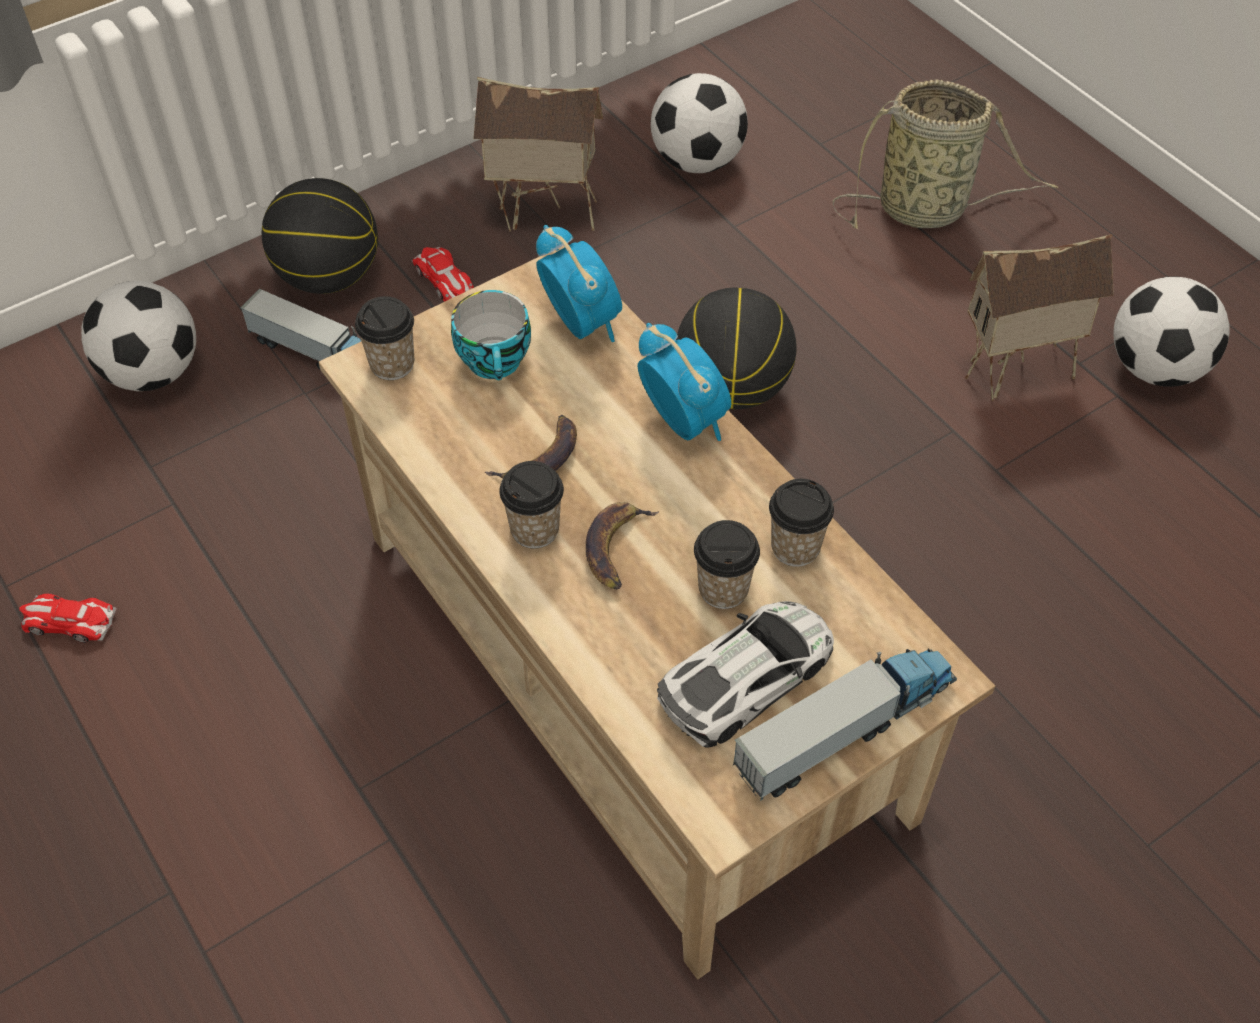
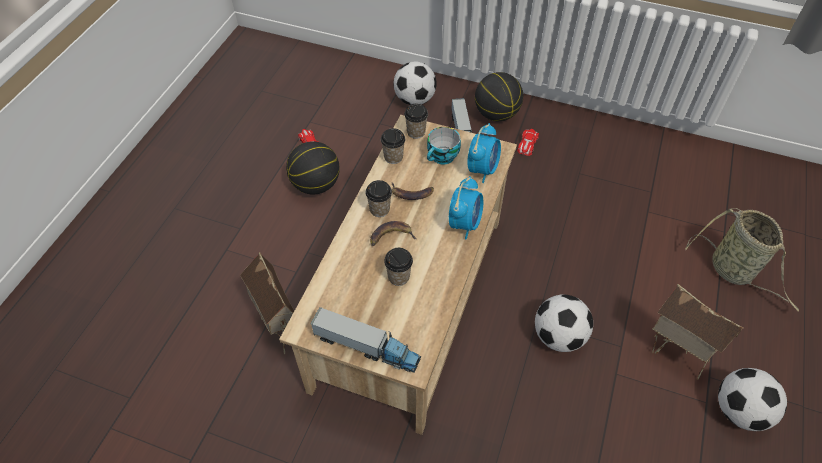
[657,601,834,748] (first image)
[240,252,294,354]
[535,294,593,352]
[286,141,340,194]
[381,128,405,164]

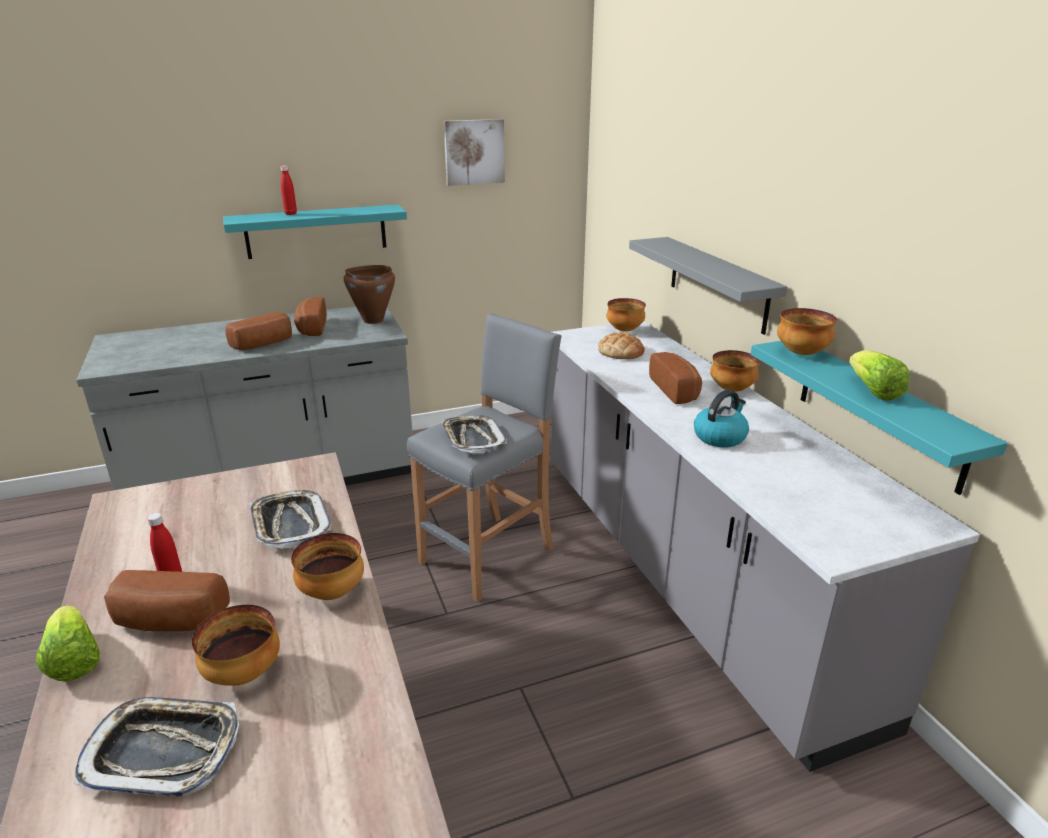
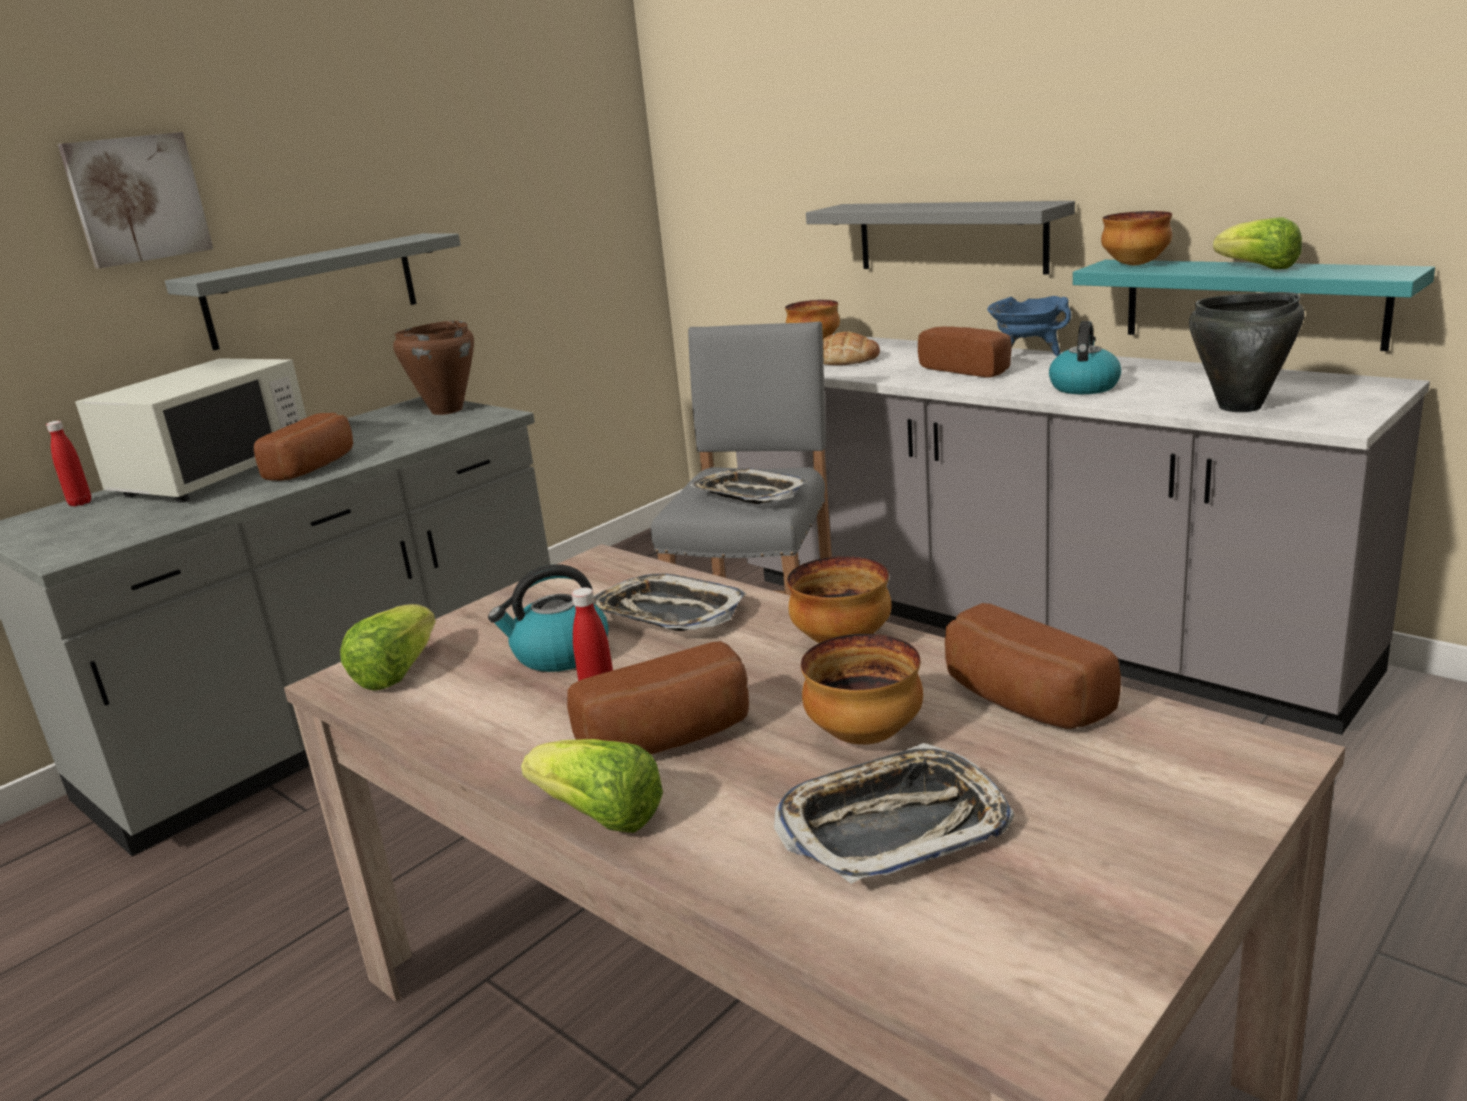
[75,358,307,503]
[340,604,436,691]
[488,564,609,672]
[1189,292,1305,412]
[46,421,91,507]
[945,603,1121,729]
[58,132,213,268]
[987,296,1071,356]
[165,233,461,350]

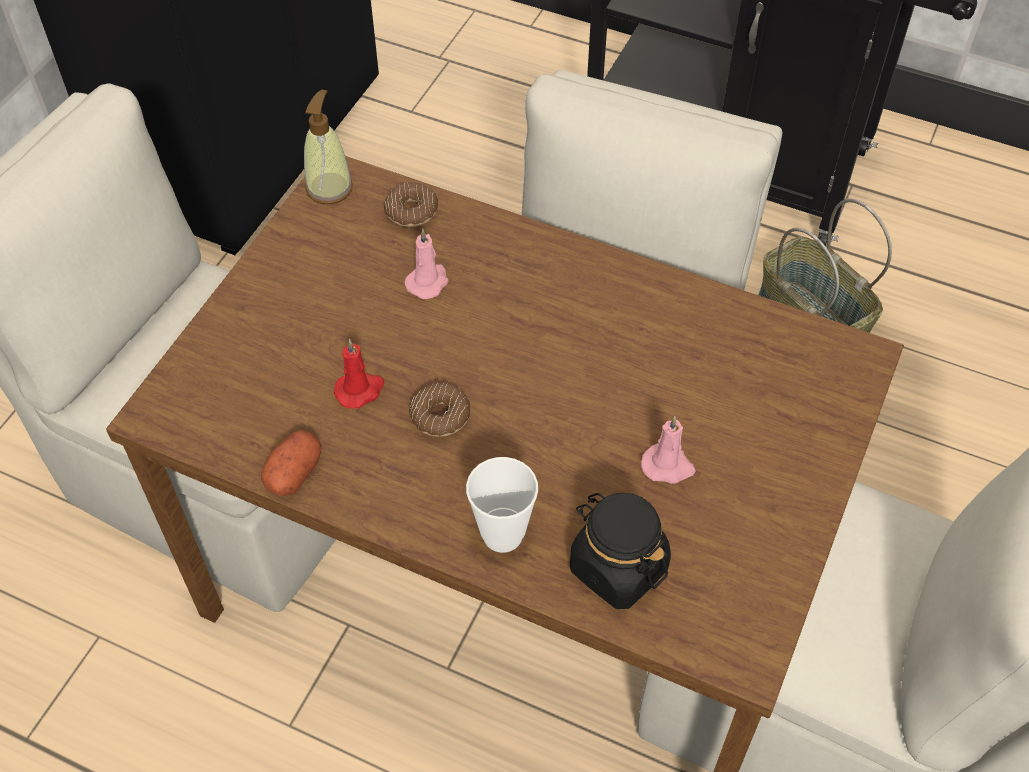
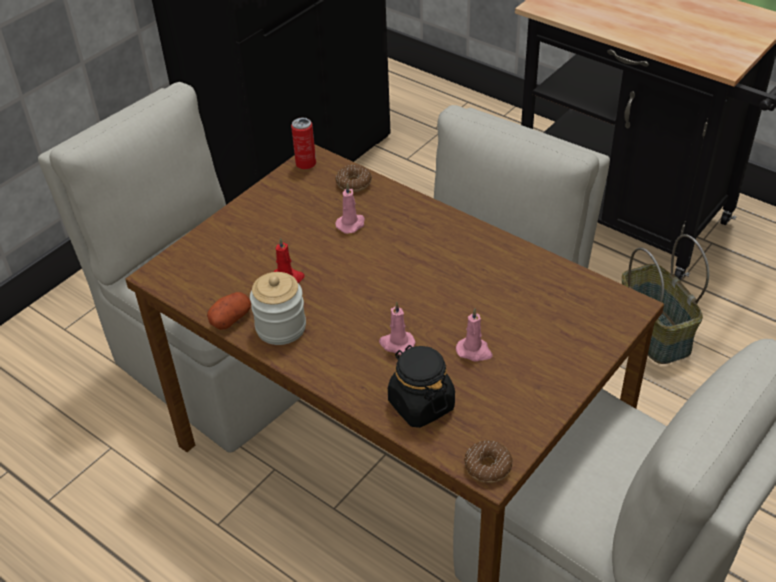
[466,457,538,553] (first image)
[250,272,306,345]
[379,301,416,355]
[464,440,513,483]
[291,118,316,169]

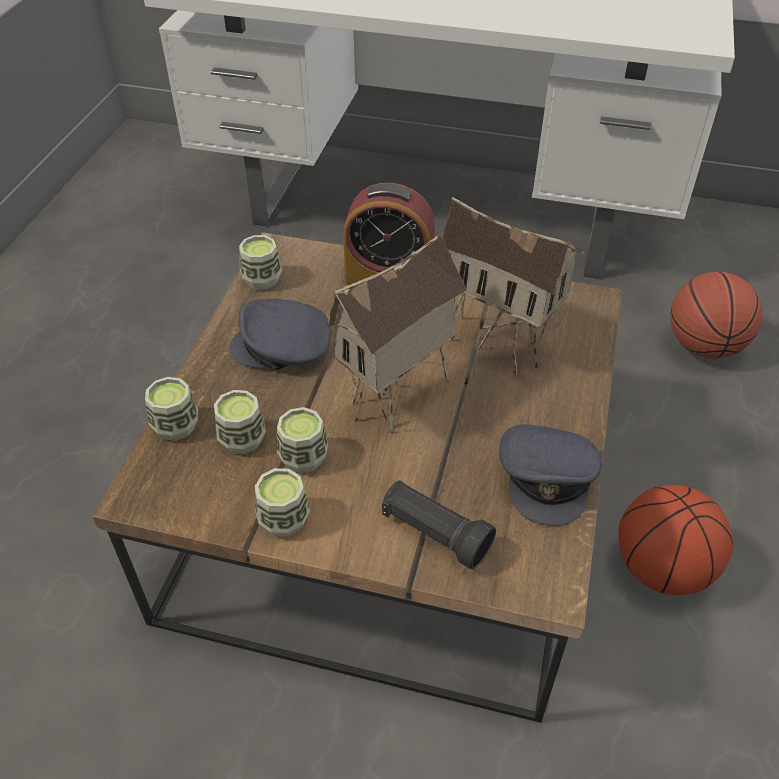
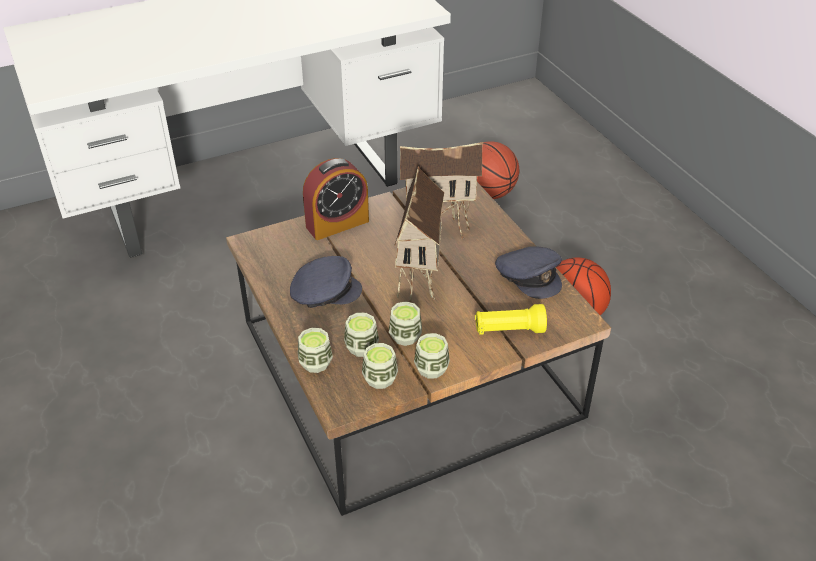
[362,343,398,389]
[475,304,547,335]
[290,256,362,308]

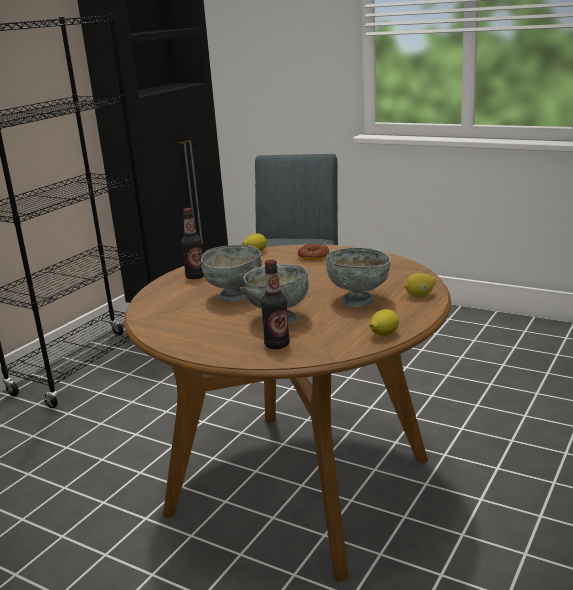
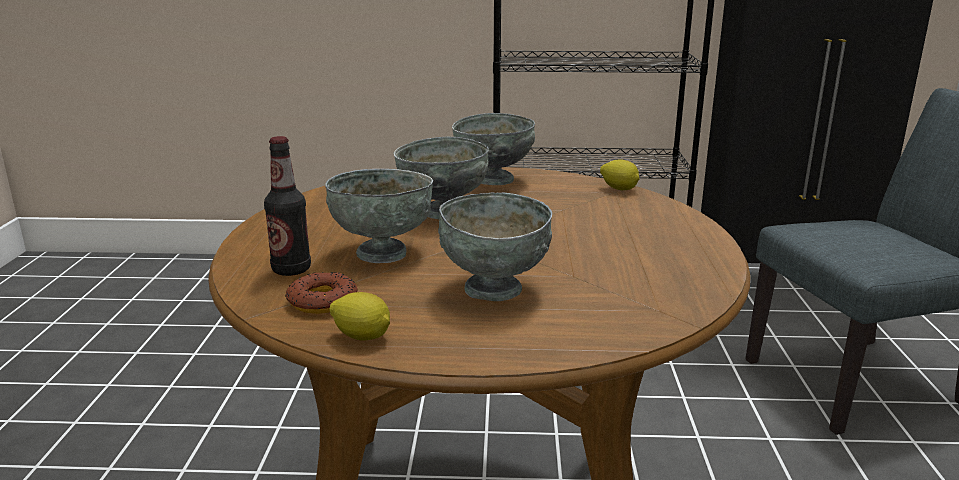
[404,273,436,297] (first image)
[285,272,357,314]
[452,113,535,185]

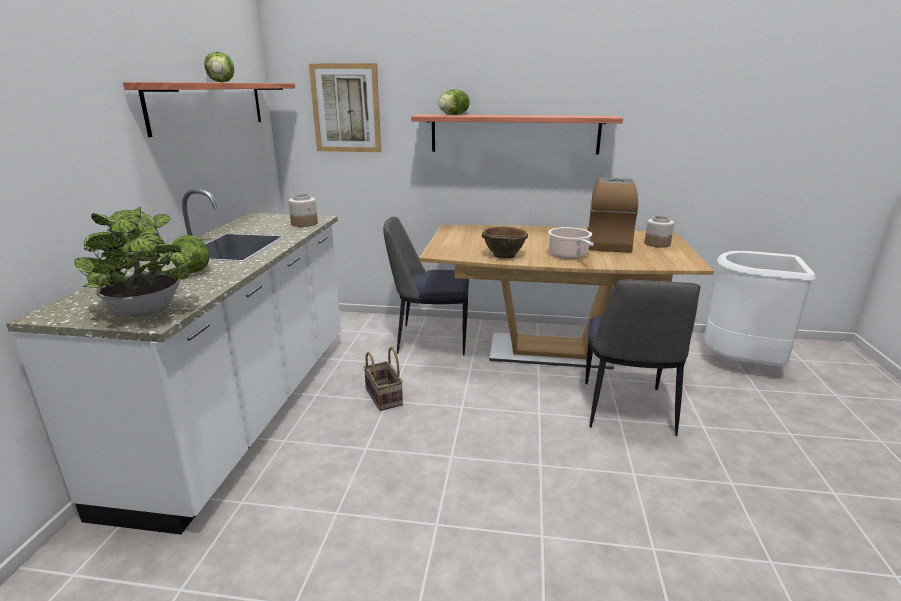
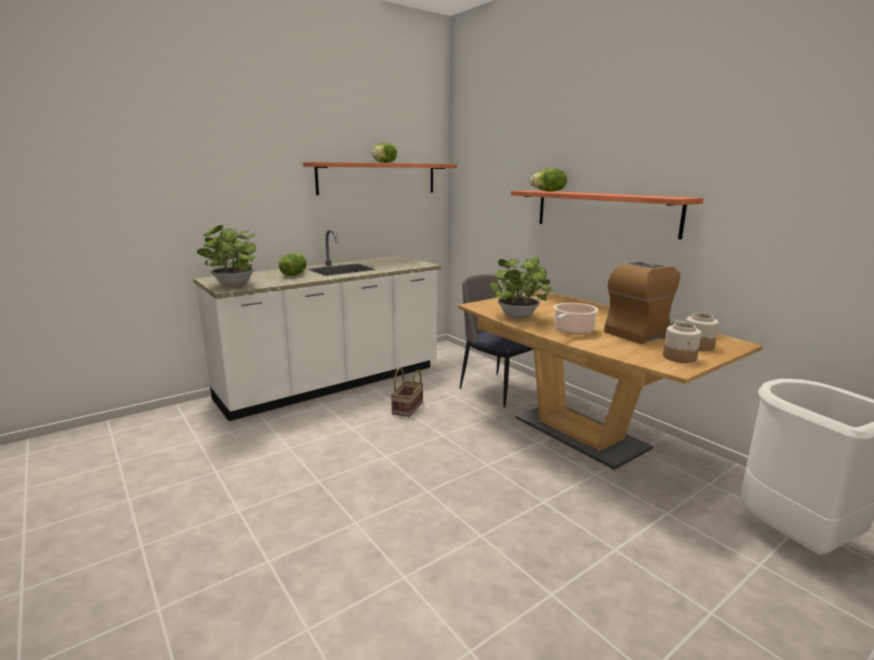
[309,63,381,152] (first image)
[585,280,700,436] (first image)
[663,322,701,363]
[490,257,554,319]

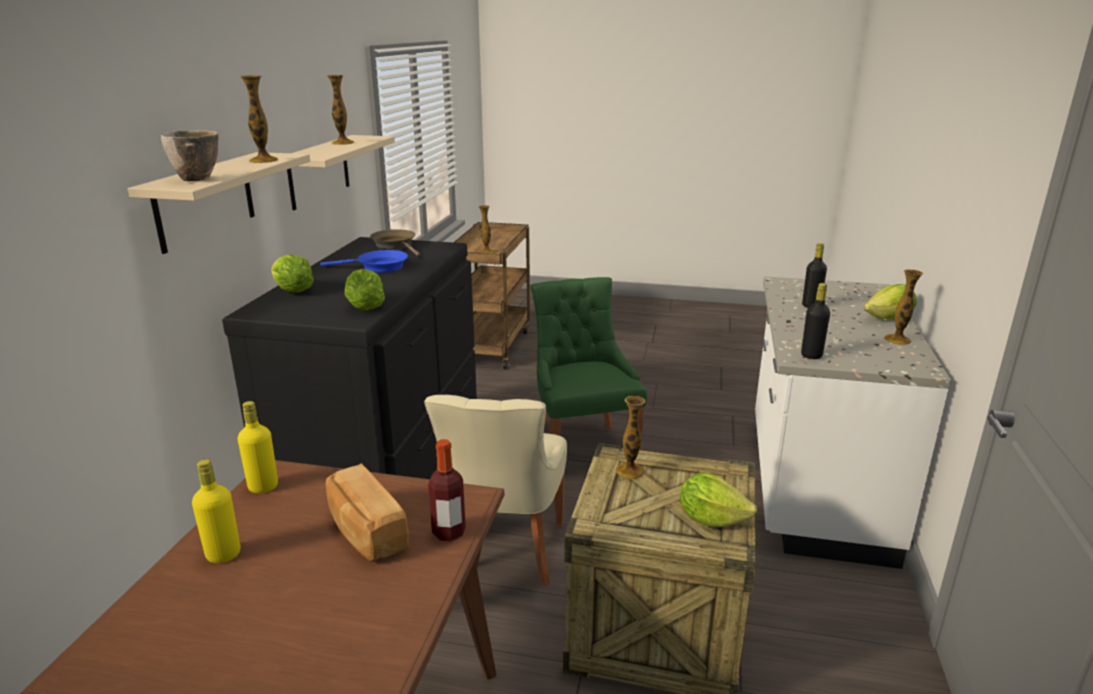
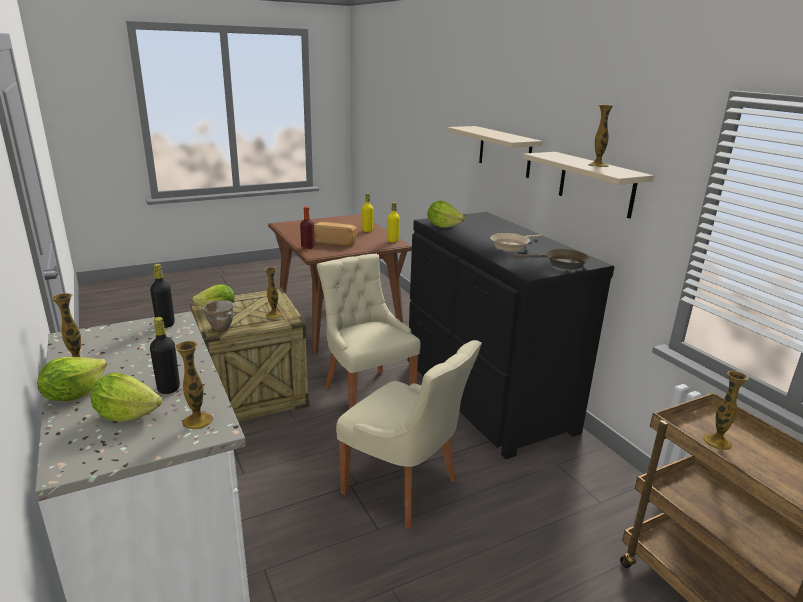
[203,300,233,331]
[175,341,214,430]
[90,372,162,422]
[491,233,541,251]
[336,340,482,529]

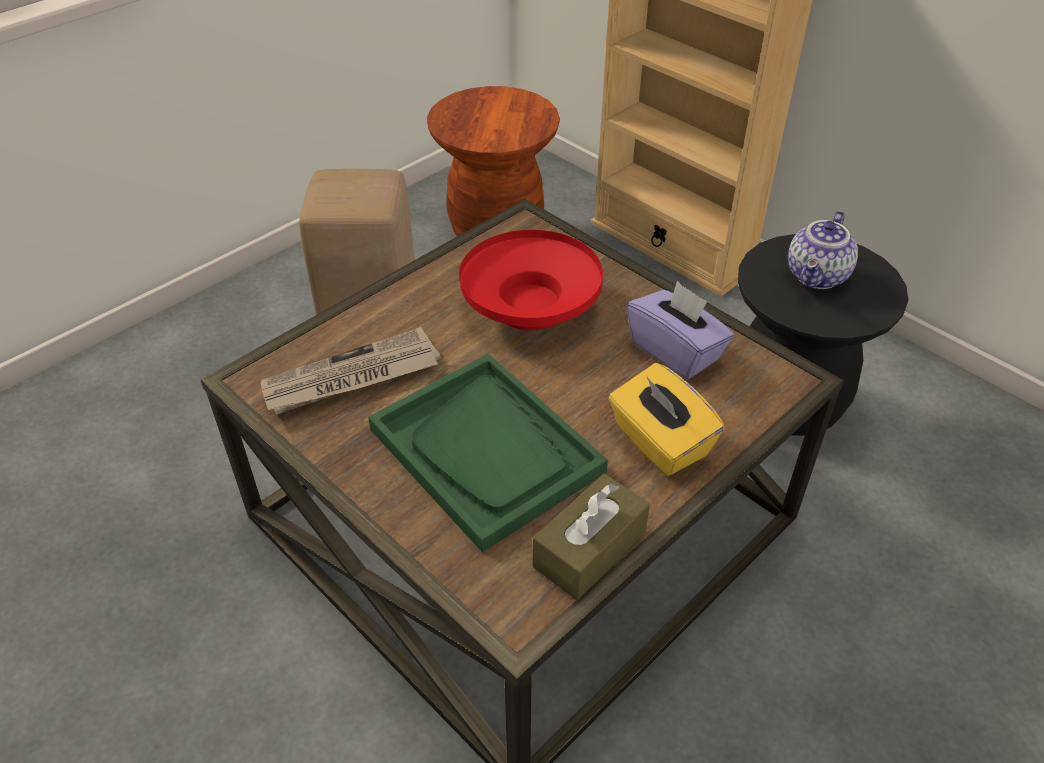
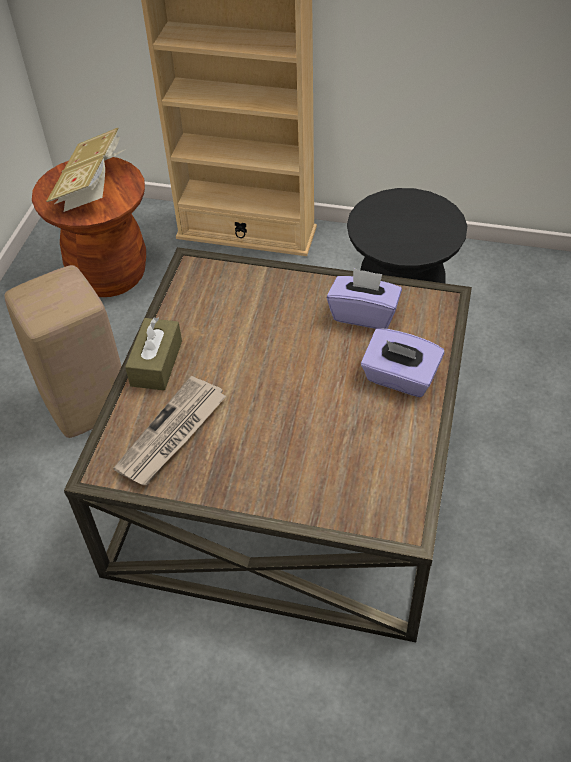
[368,353,608,552] (first image)
[459,230,603,330] (first image)
[788,210,858,289] (first image)
[46,128,124,212]
[125,317,182,391]
[361,328,444,397]

